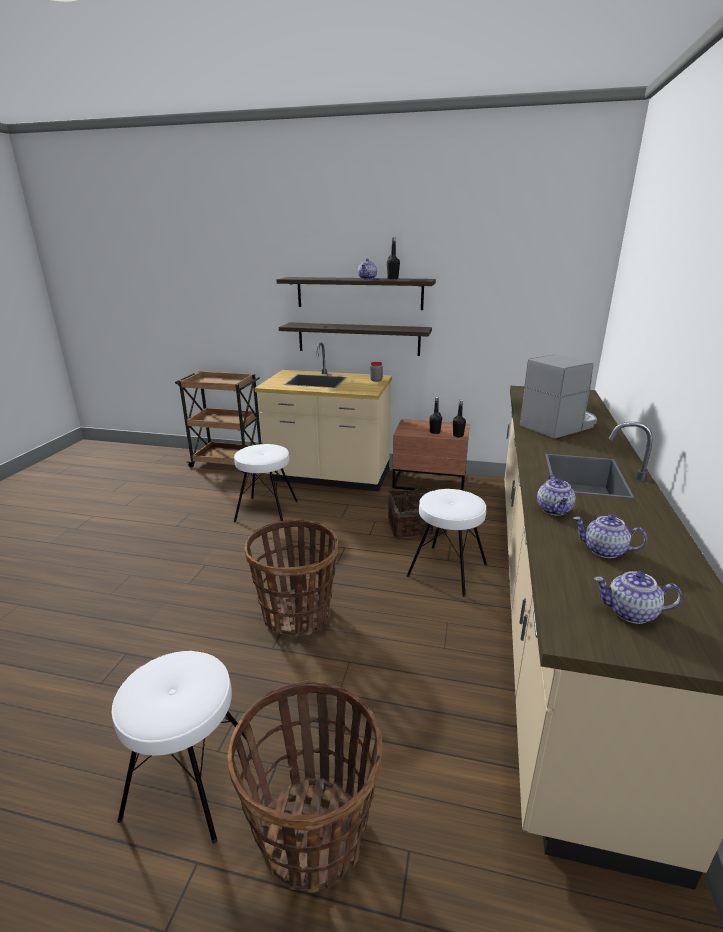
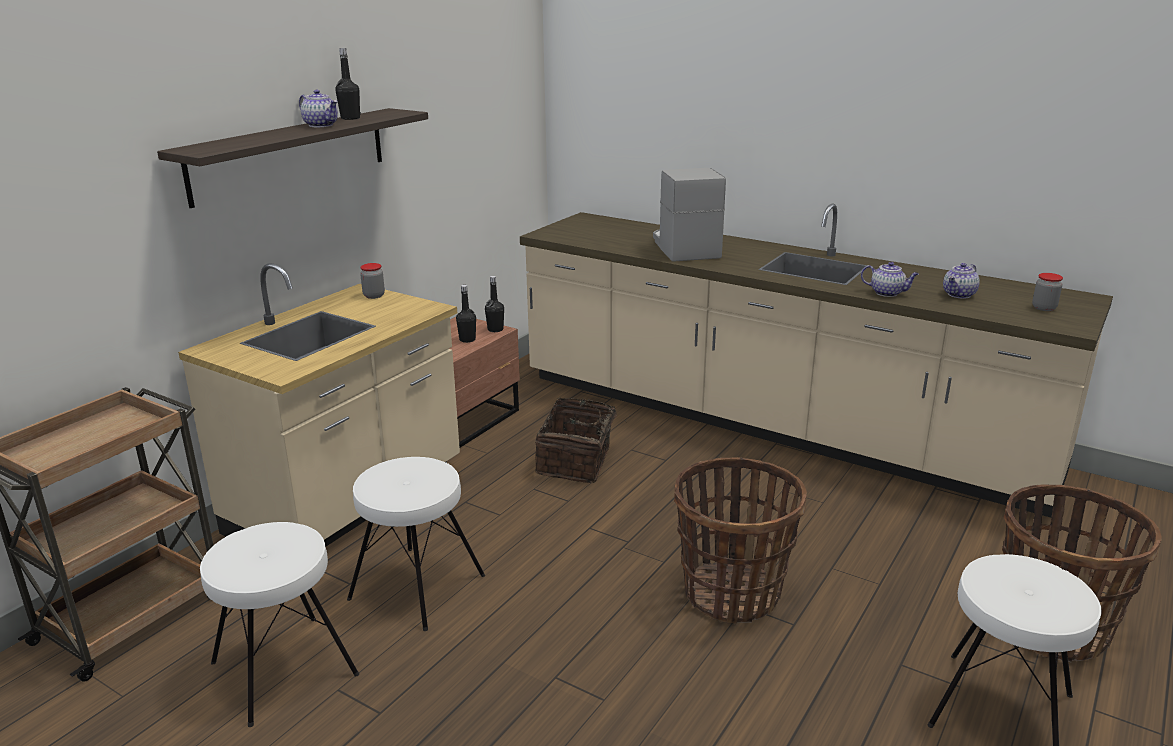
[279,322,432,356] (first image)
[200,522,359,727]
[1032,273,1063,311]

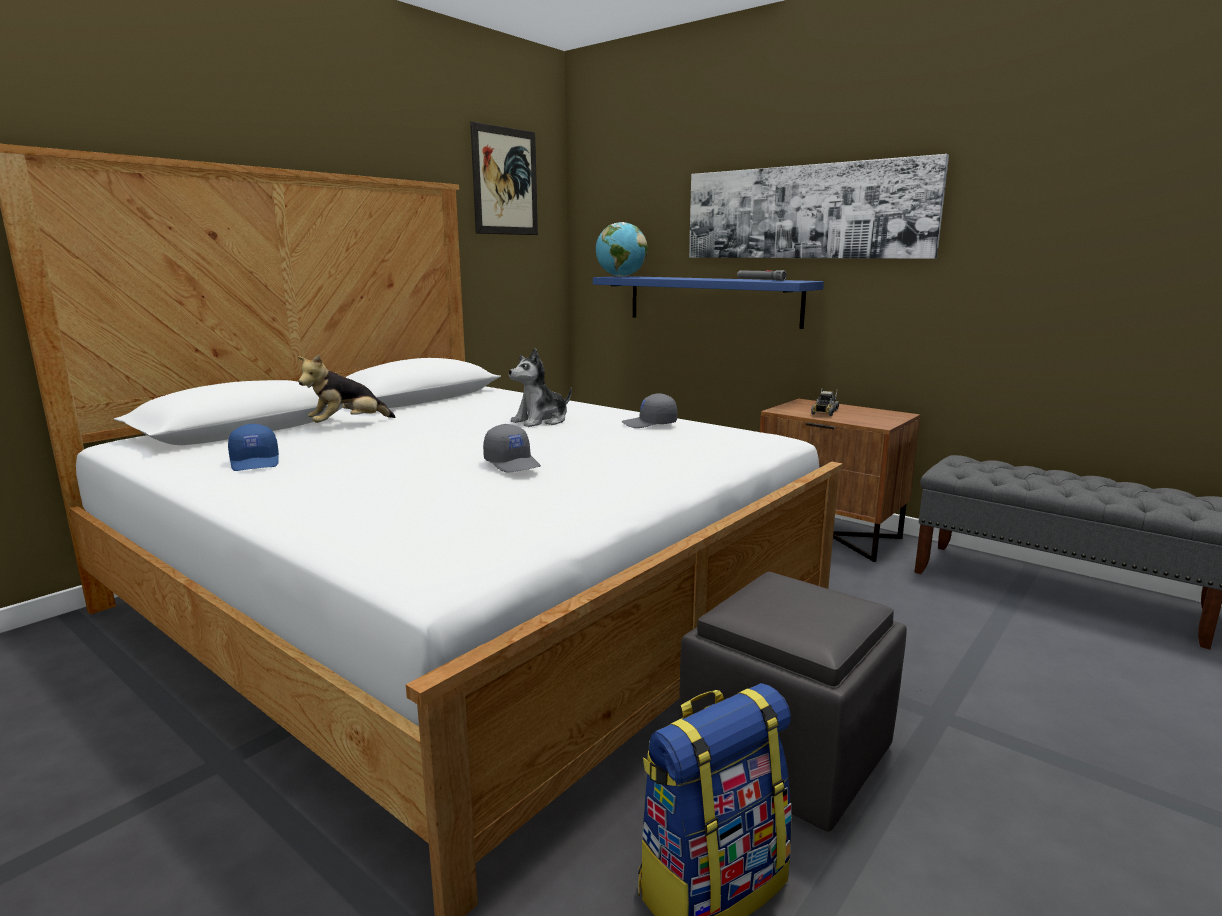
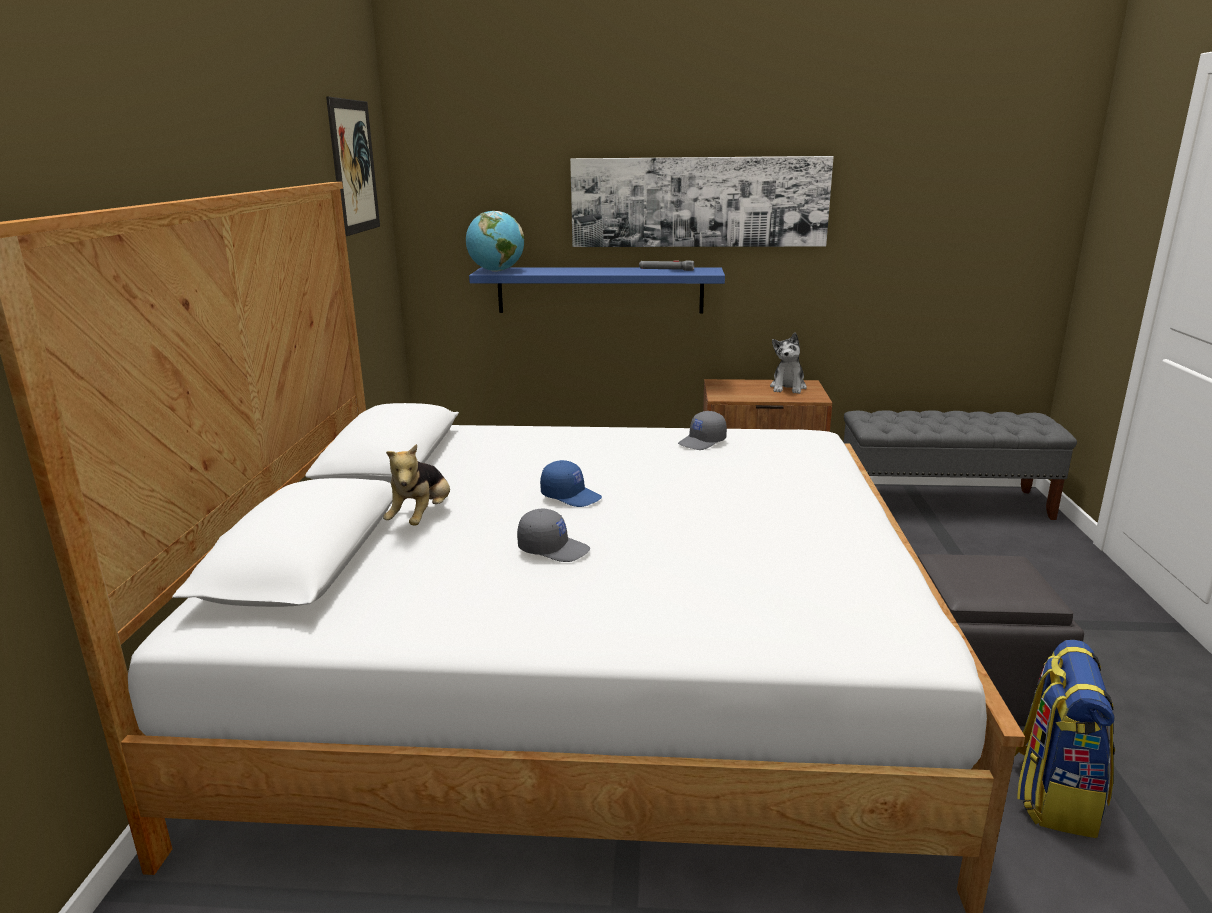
[811,388,839,416] (first image)
[540,460,602,507]
[517,508,590,562]
[770,333,807,394]

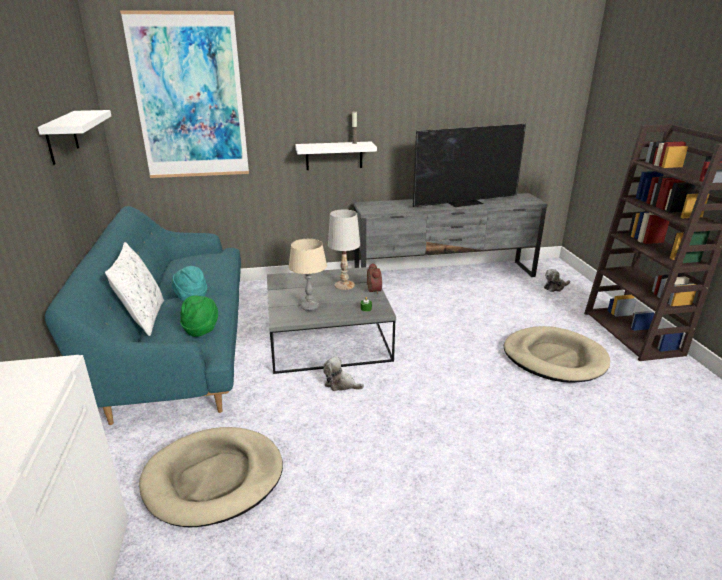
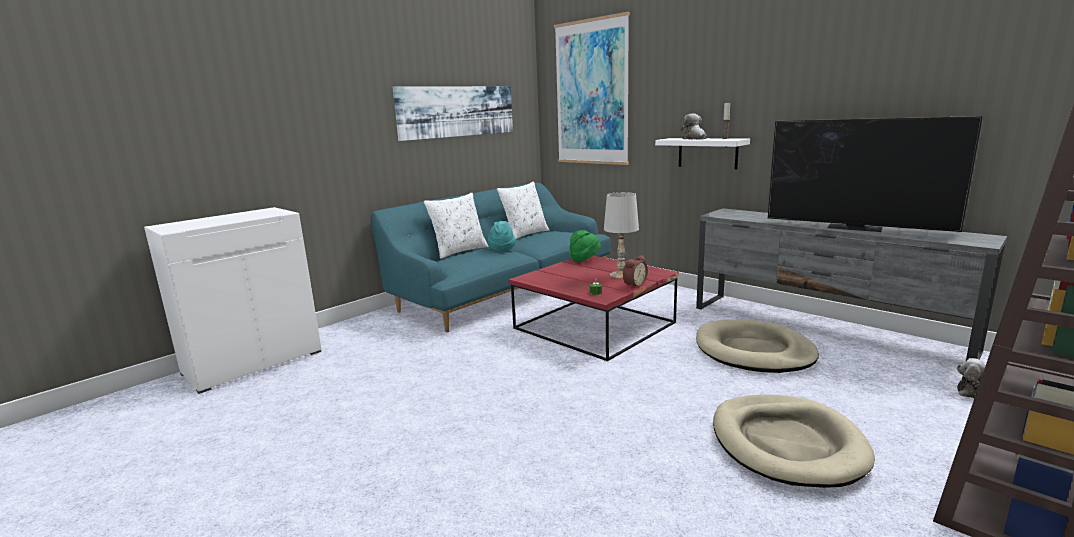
[289,239,327,311] (first image)
[497,181,549,240]
[696,319,819,373]
[569,230,601,262]
[681,113,707,140]
[393,86,513,141]
[509,256,679,361]

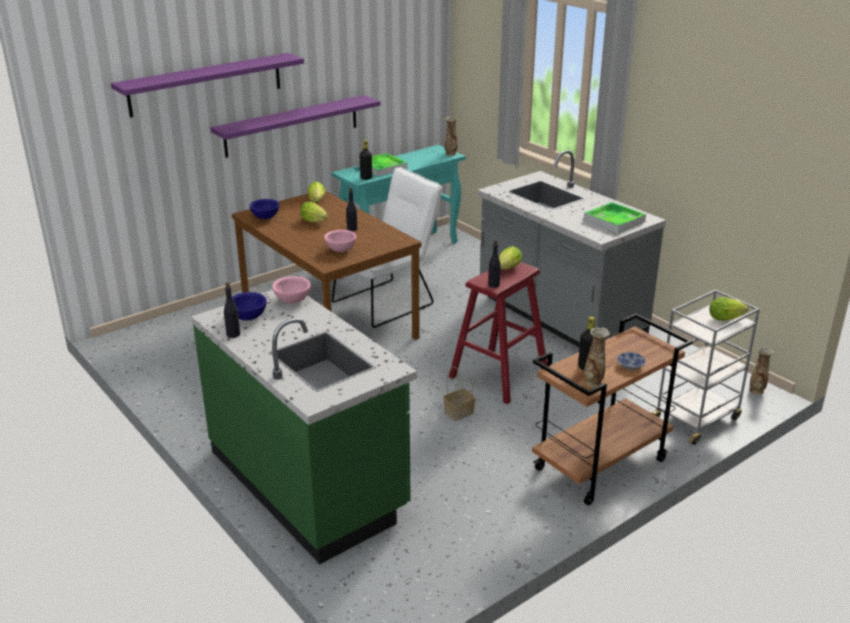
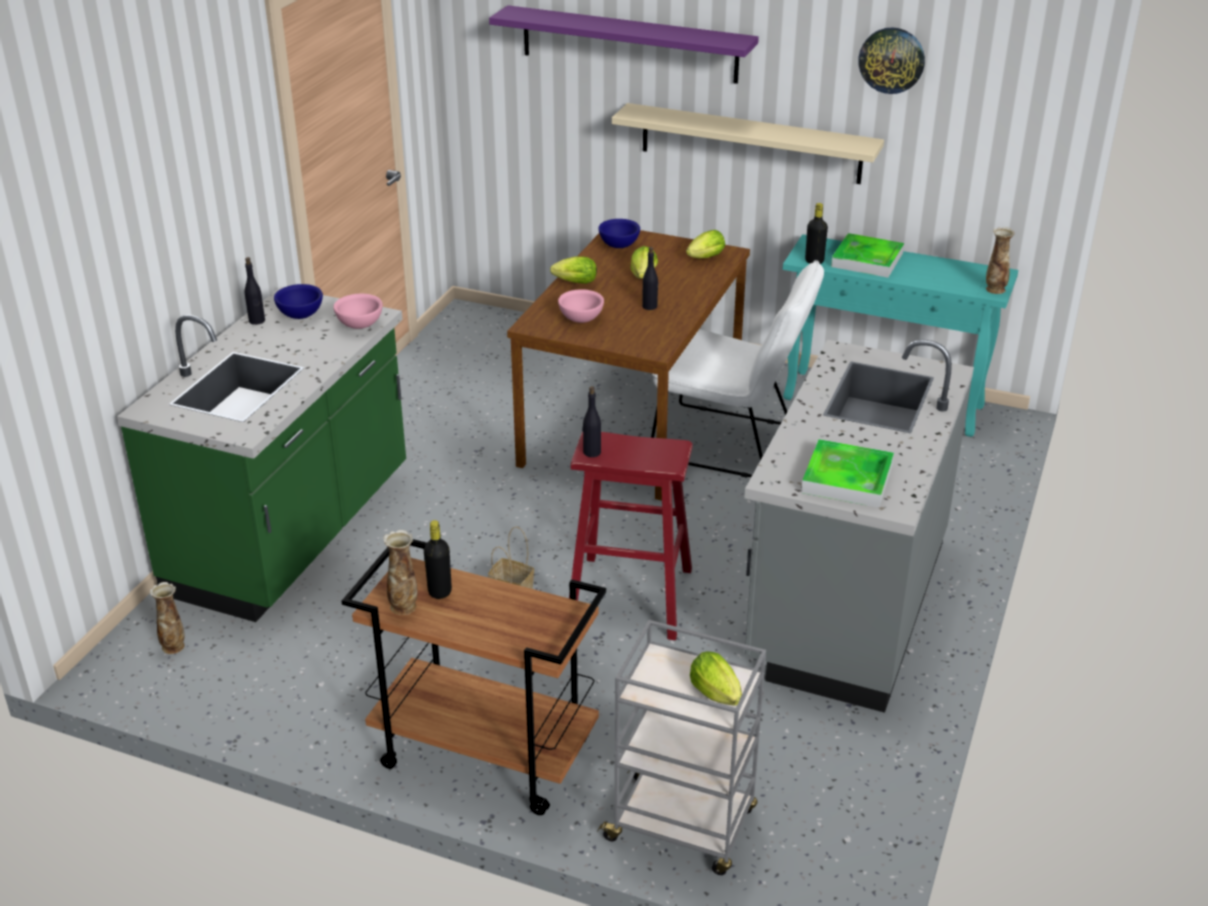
[617,352,646,370] (first image)
[858,27,925,94]
[550,257,597,284]
[150,582,185,654]
[612,103,884,184]

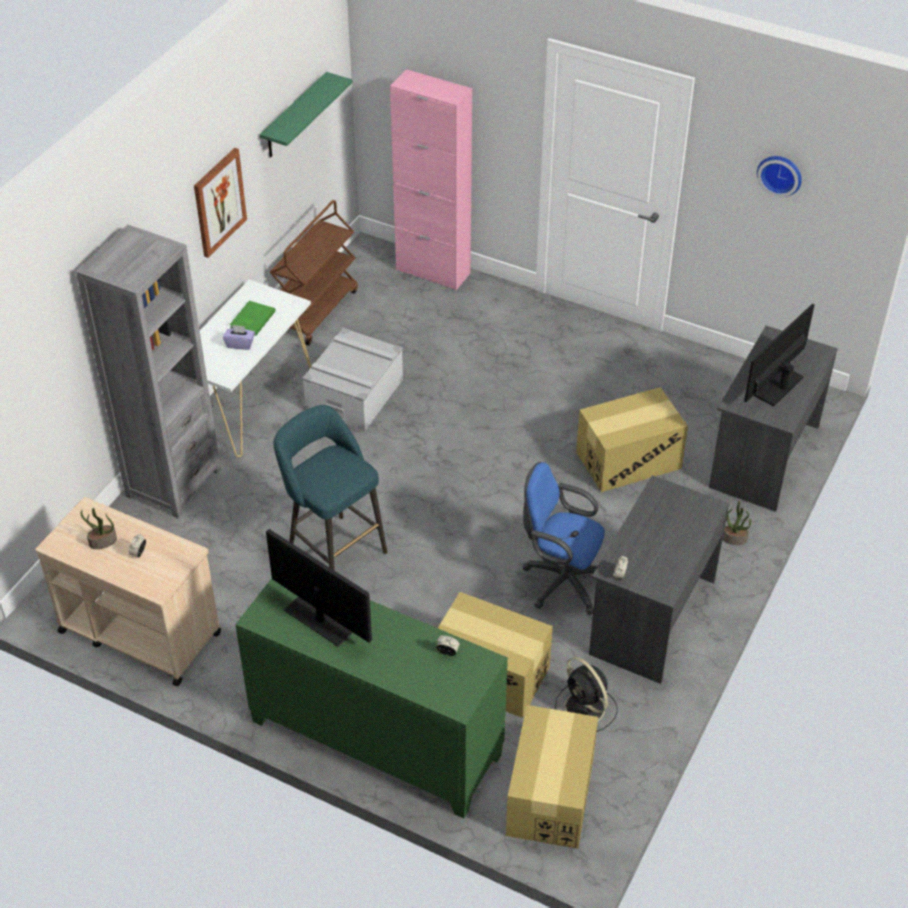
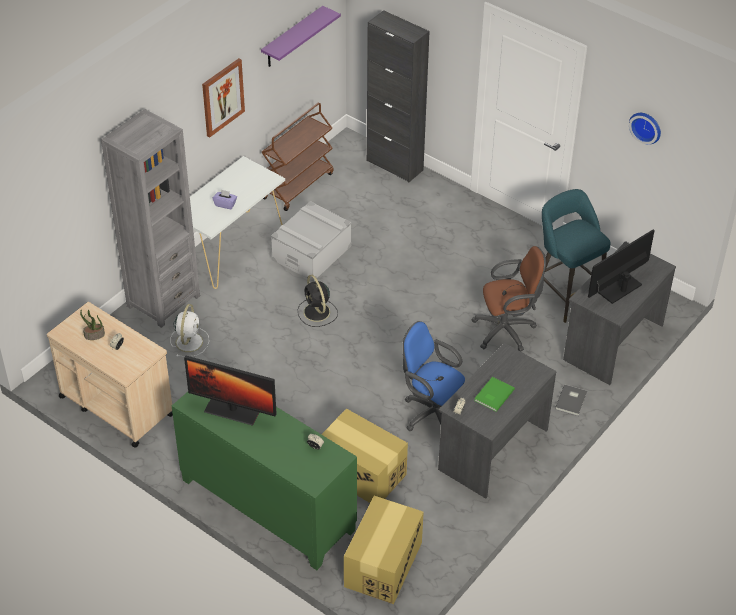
[170,304,209,357]
[474,377,515,412]
[542,189,611,323]
[297,275,338,327]
[472,246,546,352]
[555,384,587,416]
[261,6,341,67]
[367,10,430,182]
[184,356,277,426]

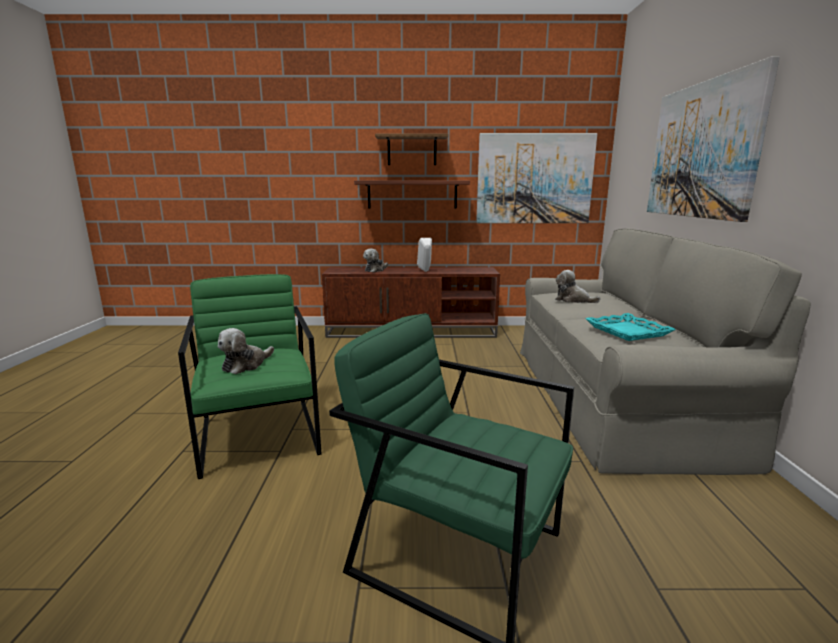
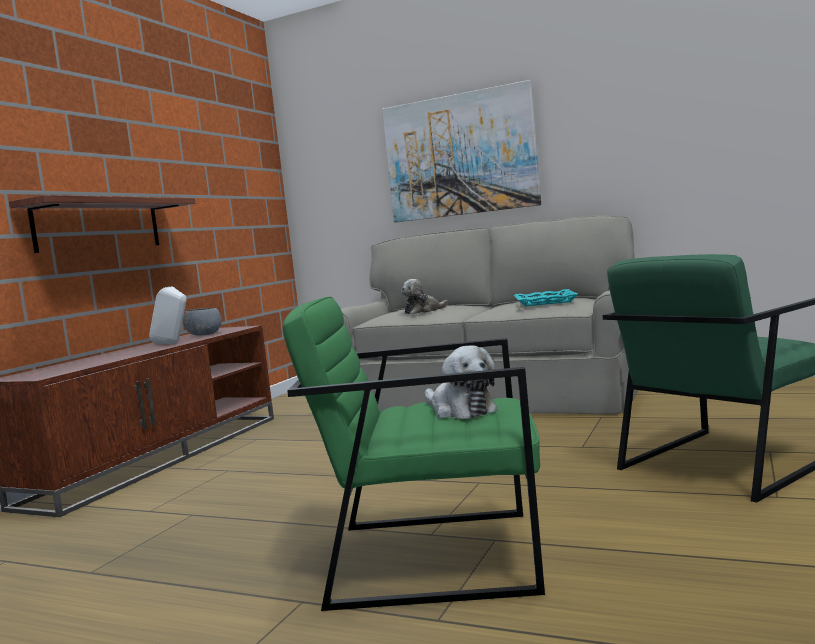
[363,249,388,273] (first image)
[375,134,448,165] (first image)
[476,133,597,223] (first image)
[183,308,222,335]

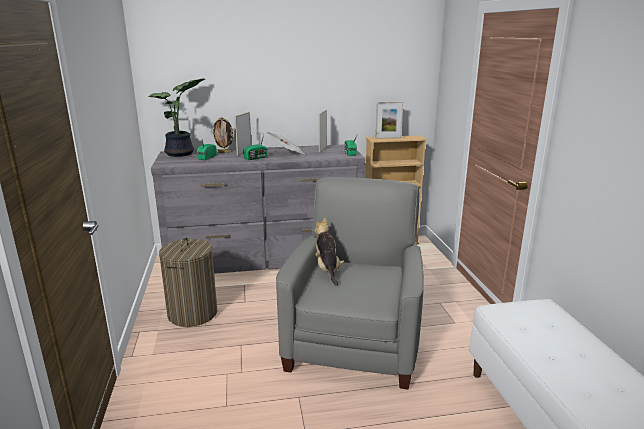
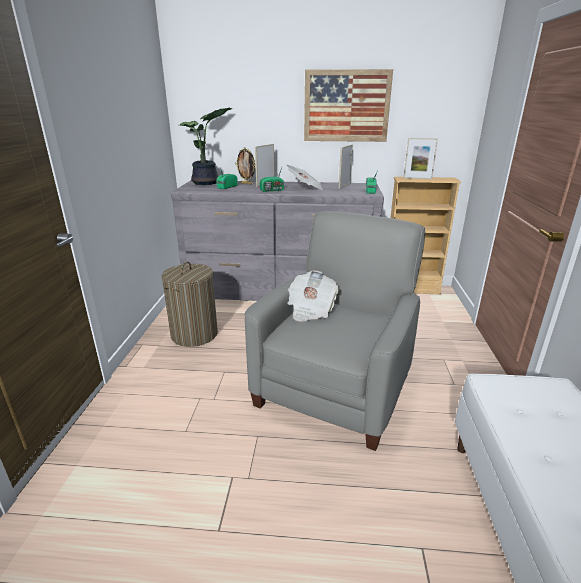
[304,69,393,142]
[287,270,339,321]

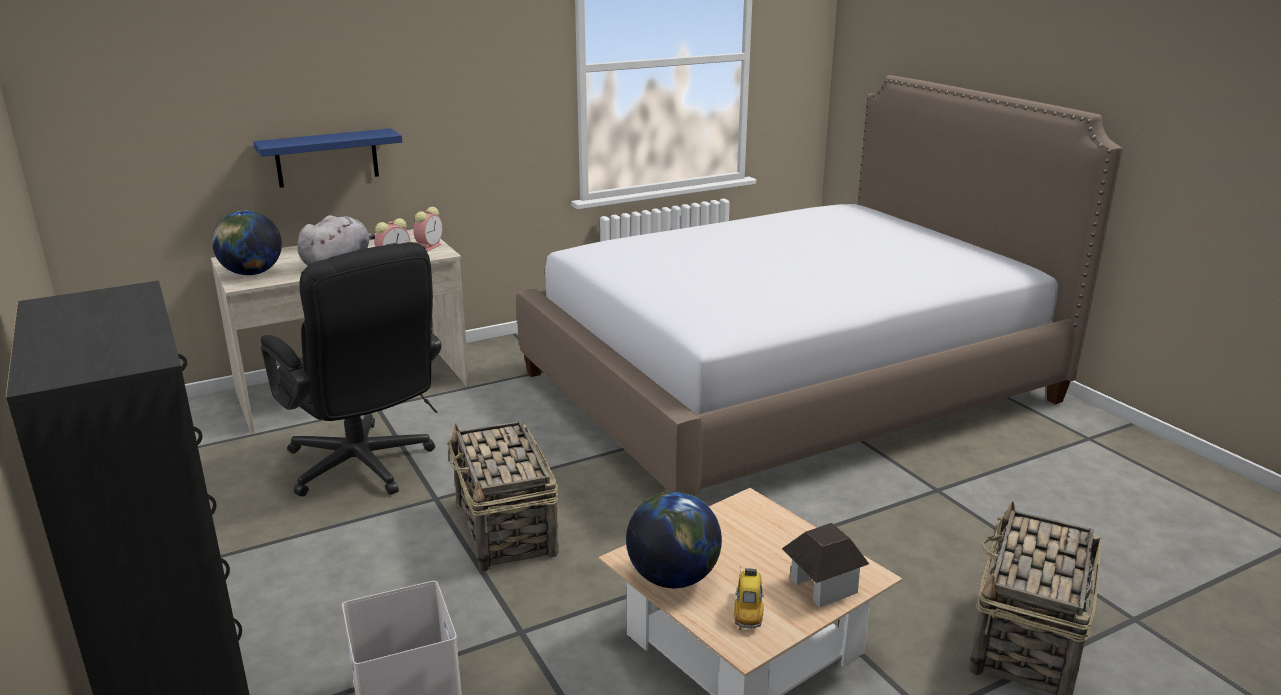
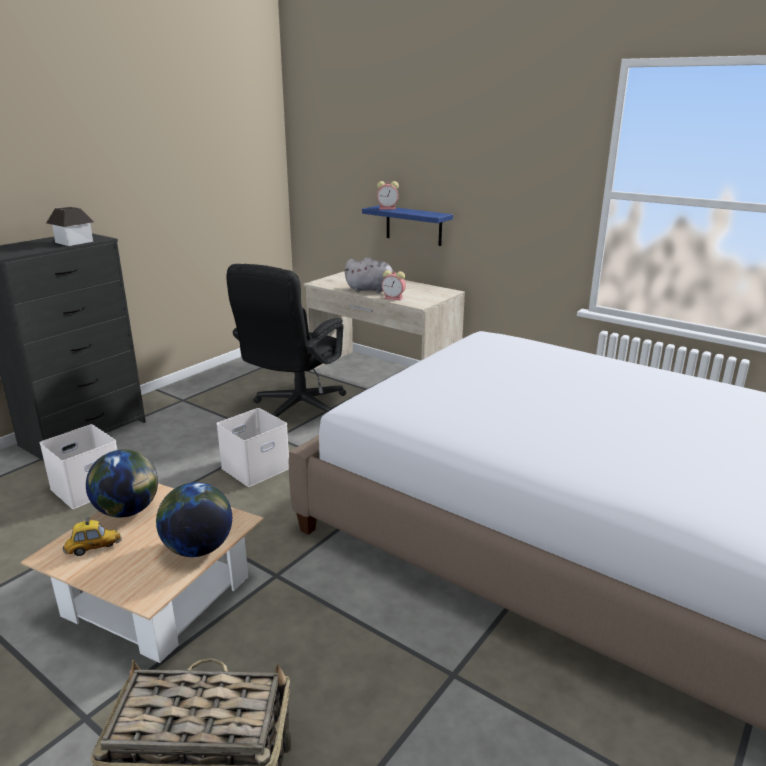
[156,482,232,557]
[377,181,399,209]
[46,207,95,246]
[216,408,289,487]

